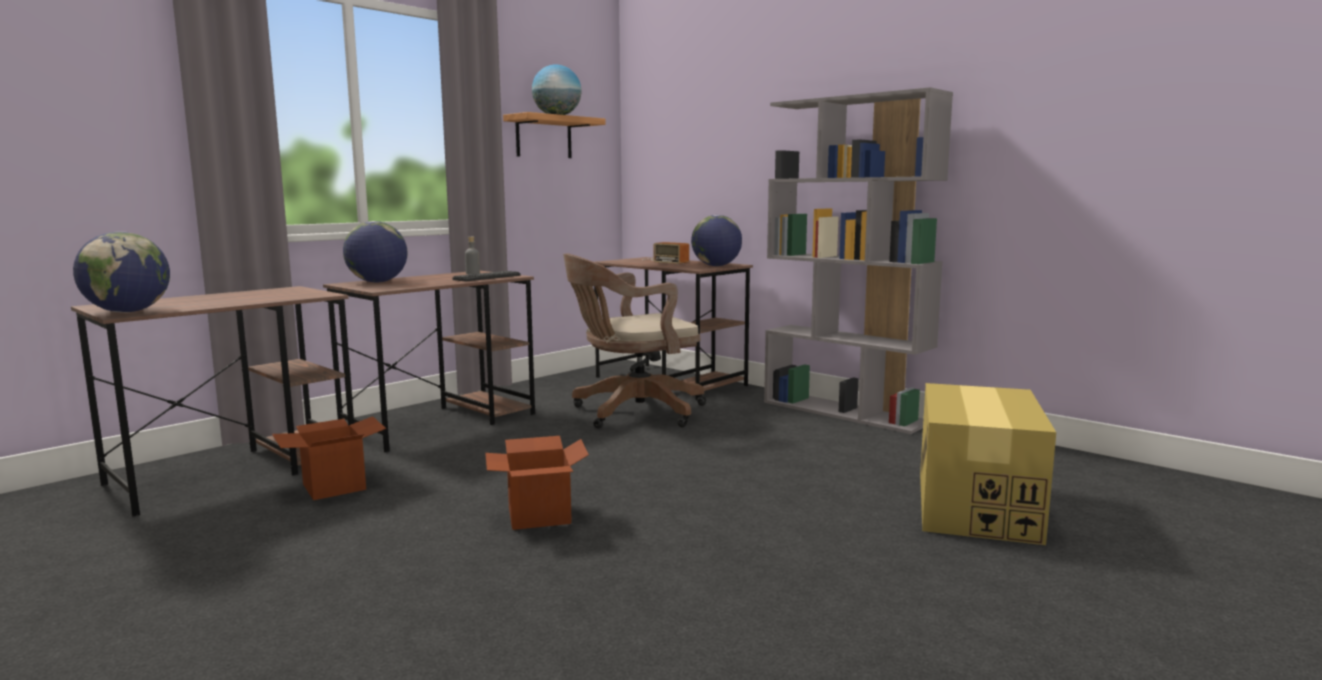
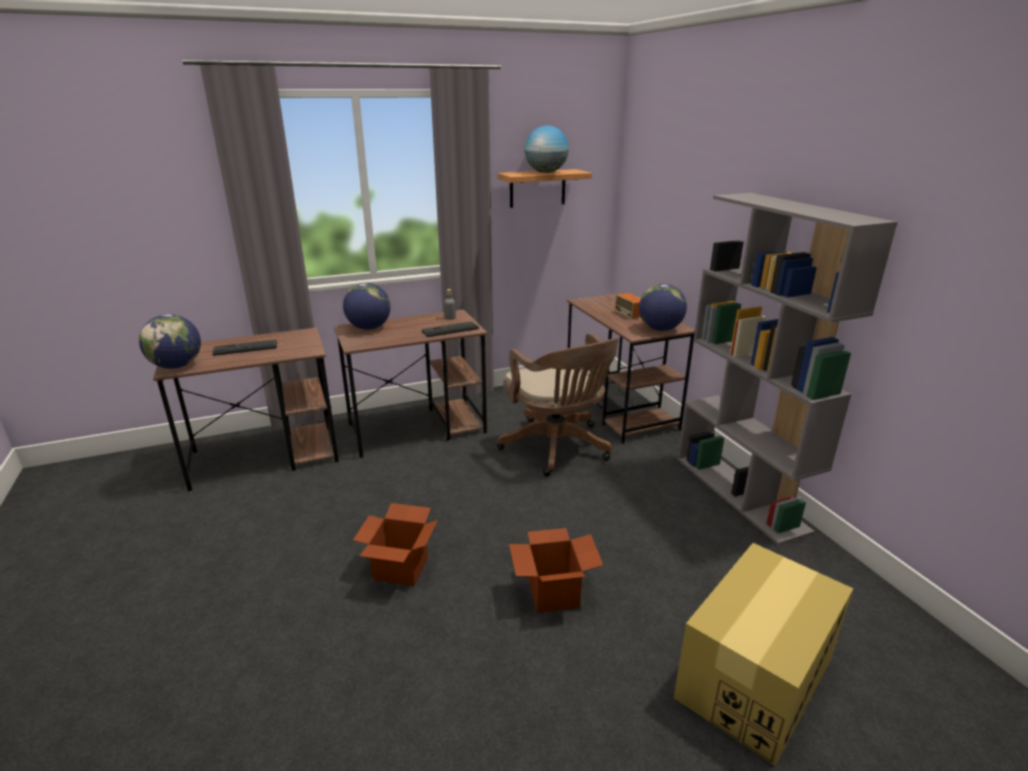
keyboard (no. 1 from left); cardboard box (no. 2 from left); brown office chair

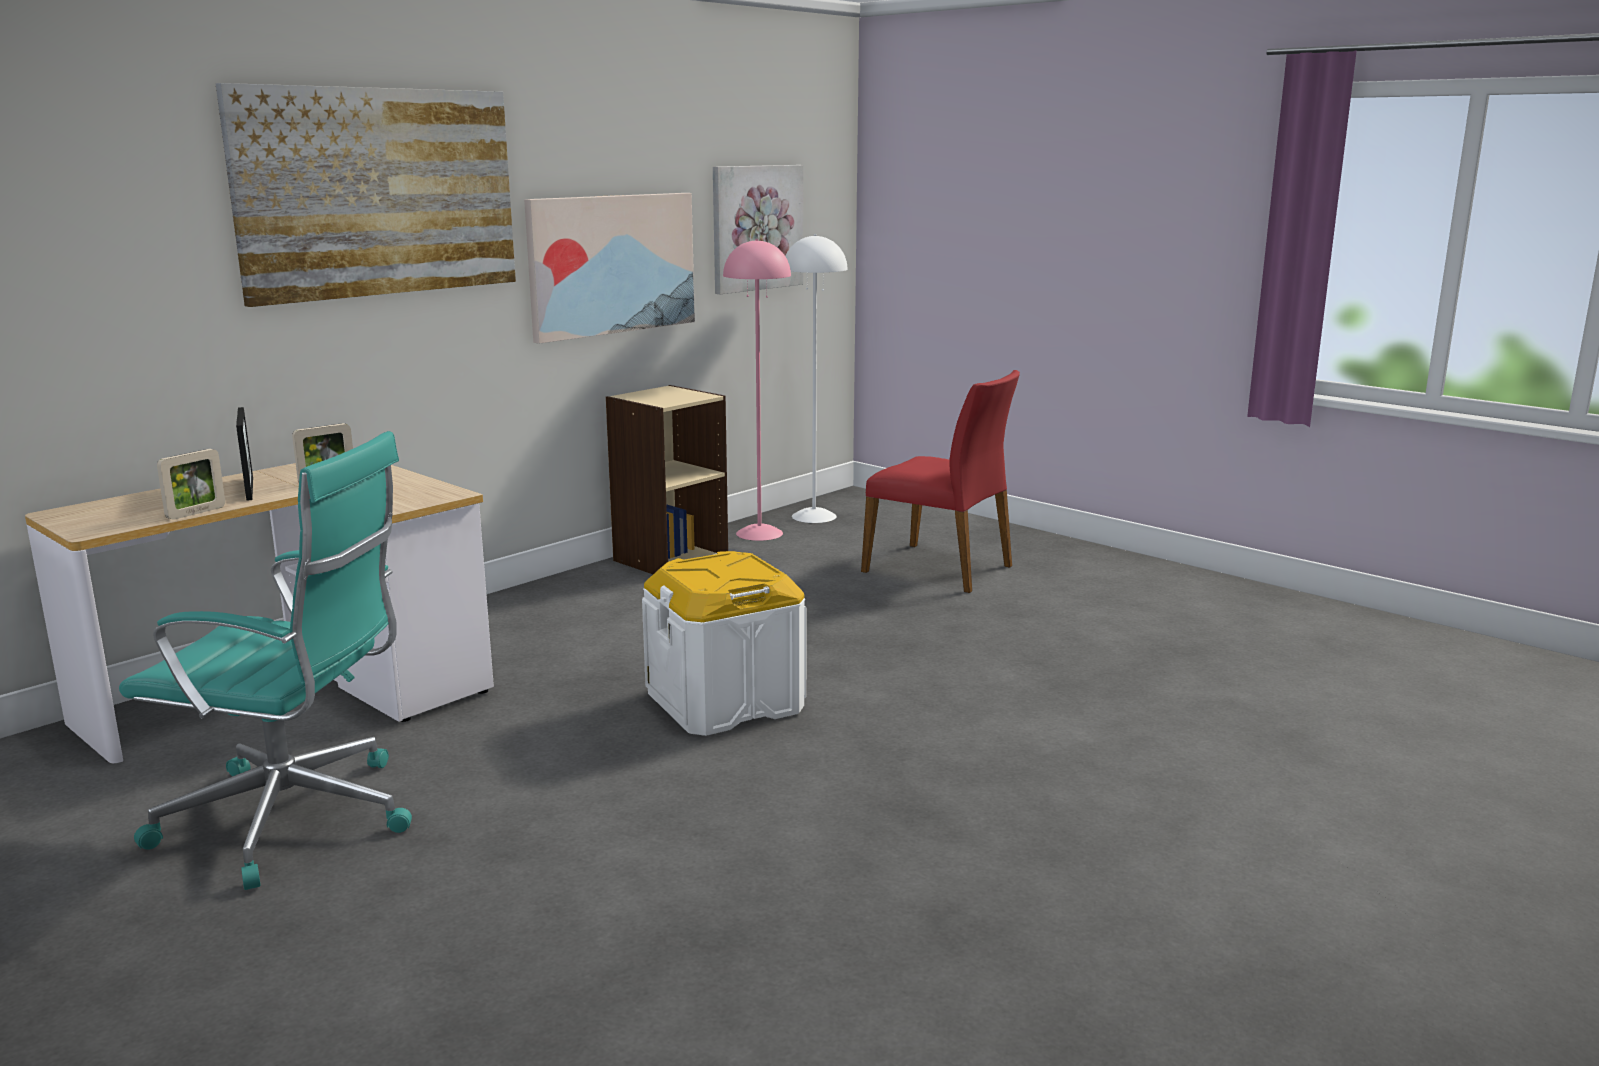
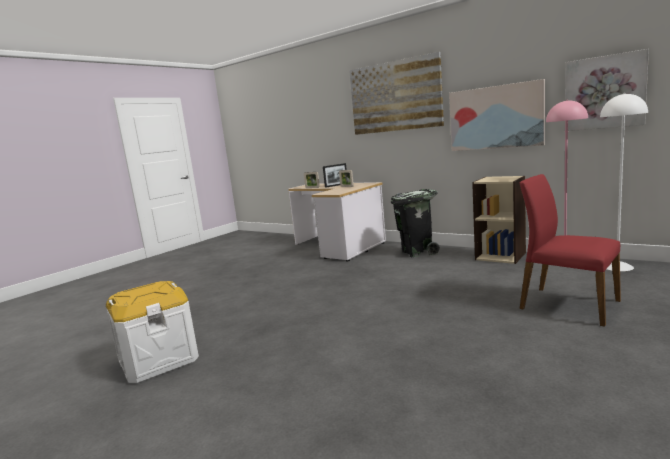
turquoise office chair; black trash can; white storage box; red chair

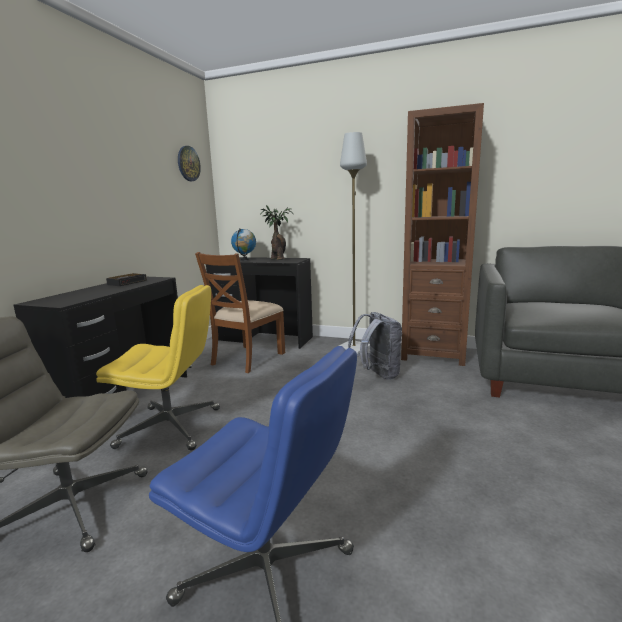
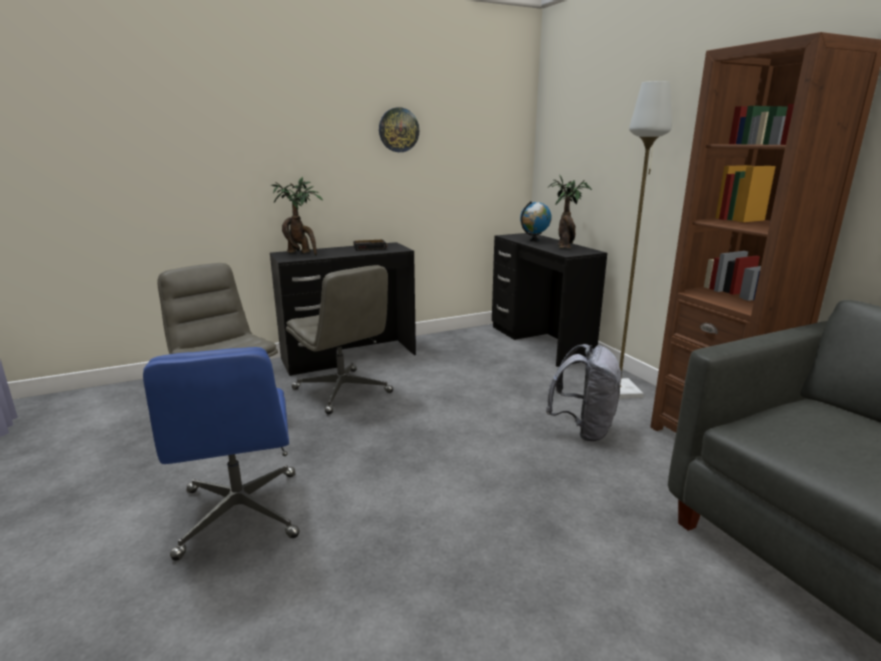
brown chair; potted plant (no. 1 from left); wall clock; grey office chair (no. 2 from left)

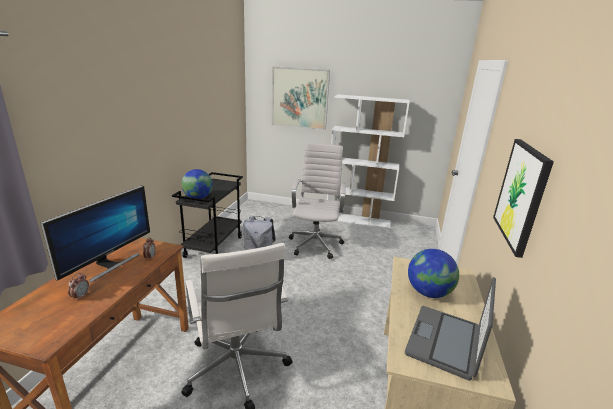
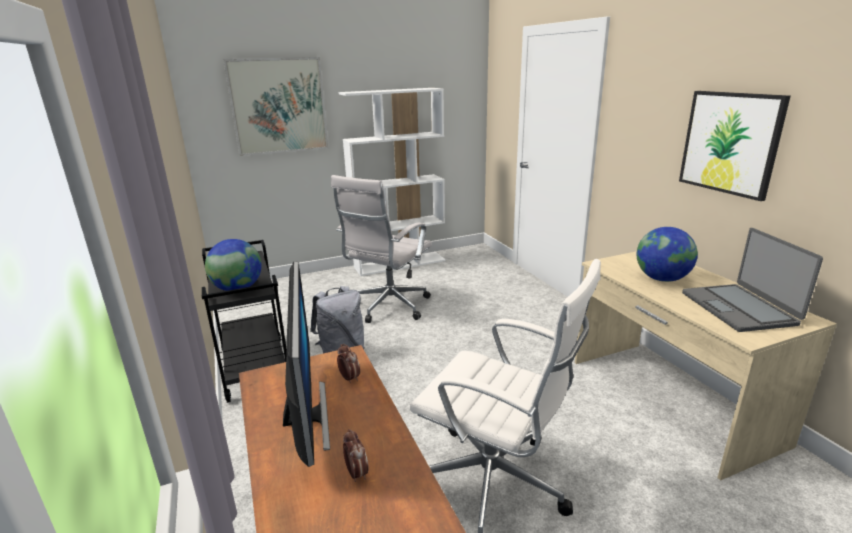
white office chair (no. 1 from left)

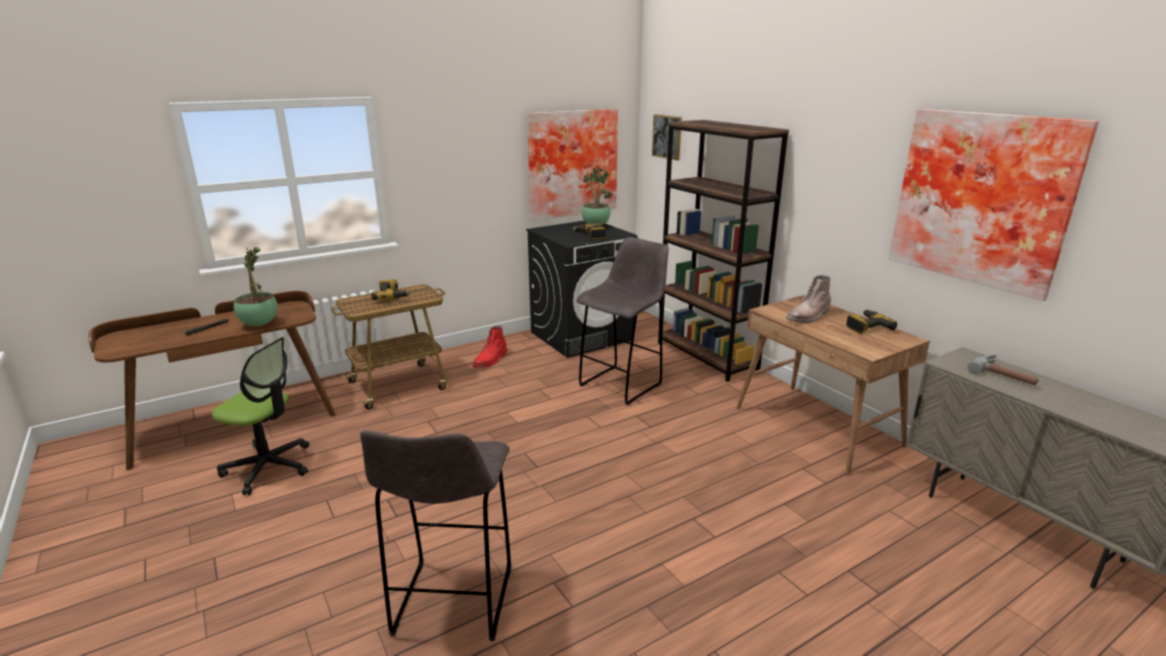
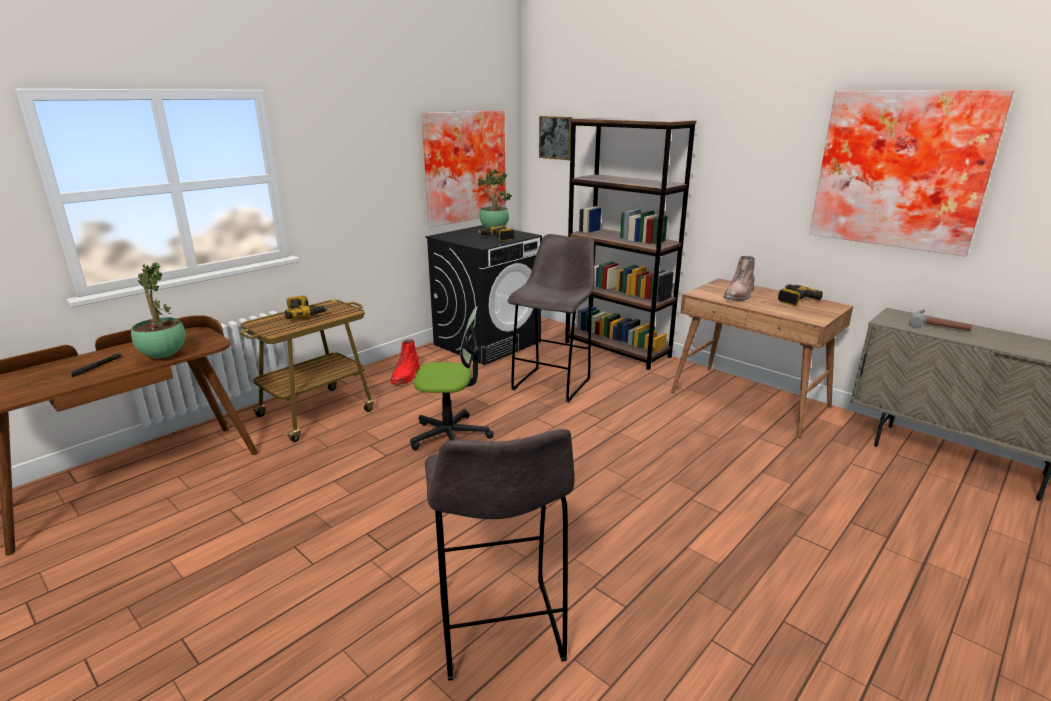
office chair

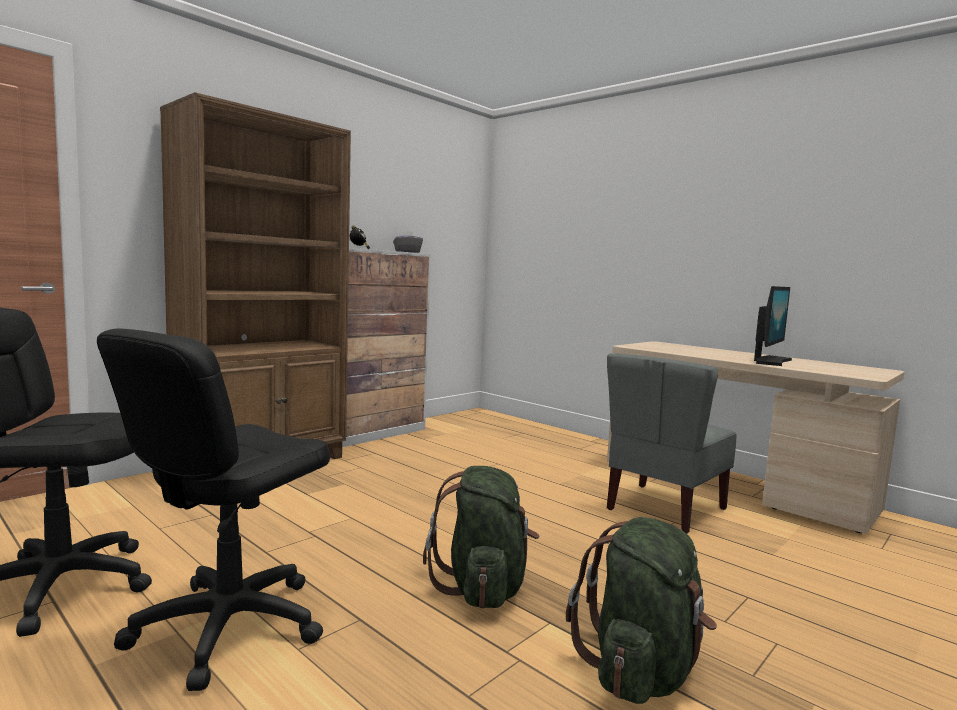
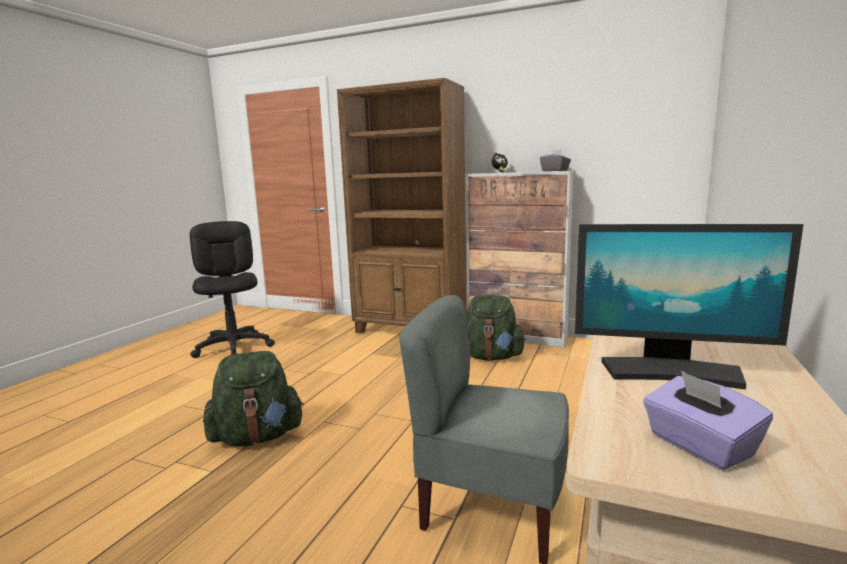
black office chair (no. 2 from left in the first image); purple tissue box; green backpack (no. 2 from left)

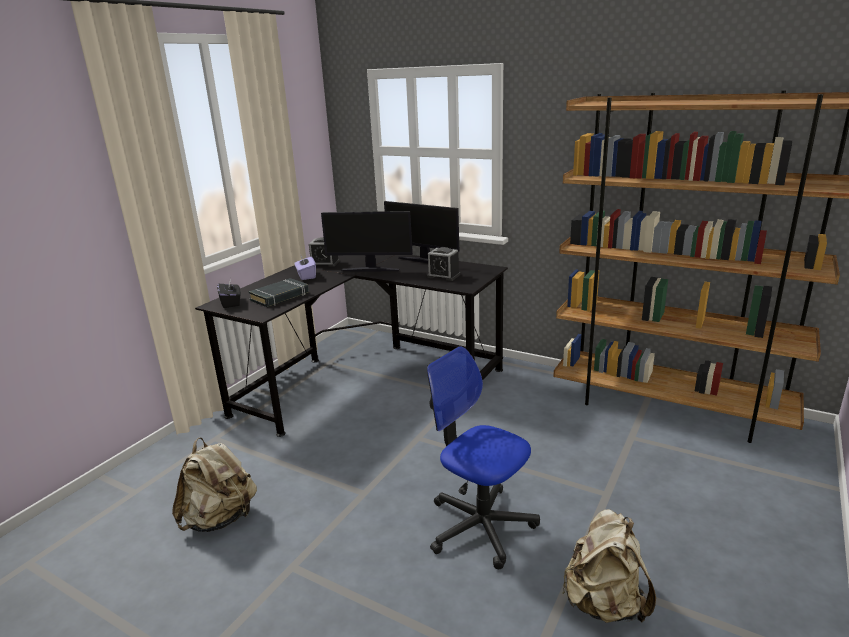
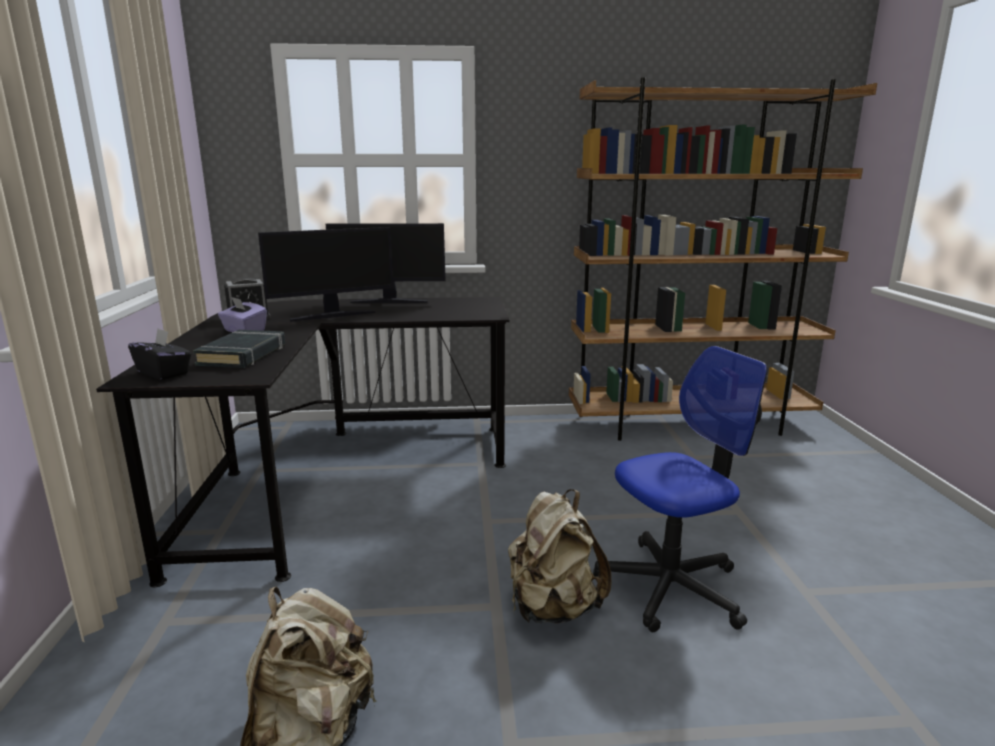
alarm clock (no. 2 from left in the first image); beige backpack (no. 2 from left); office chair

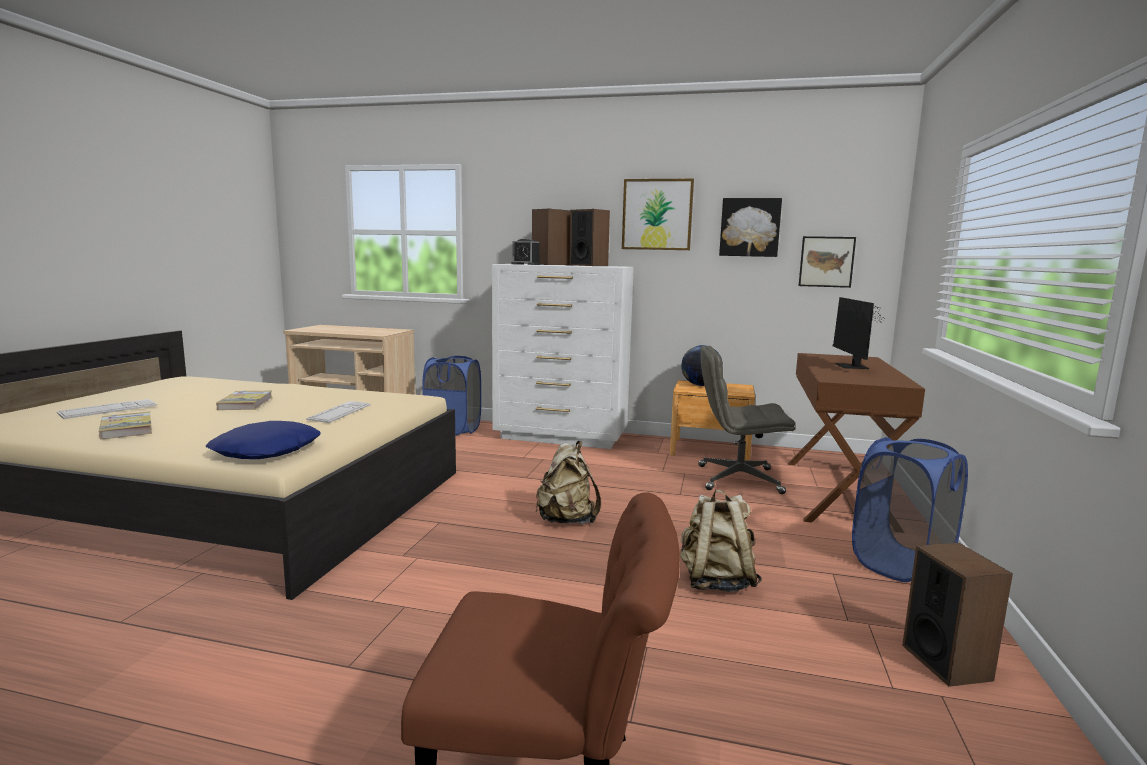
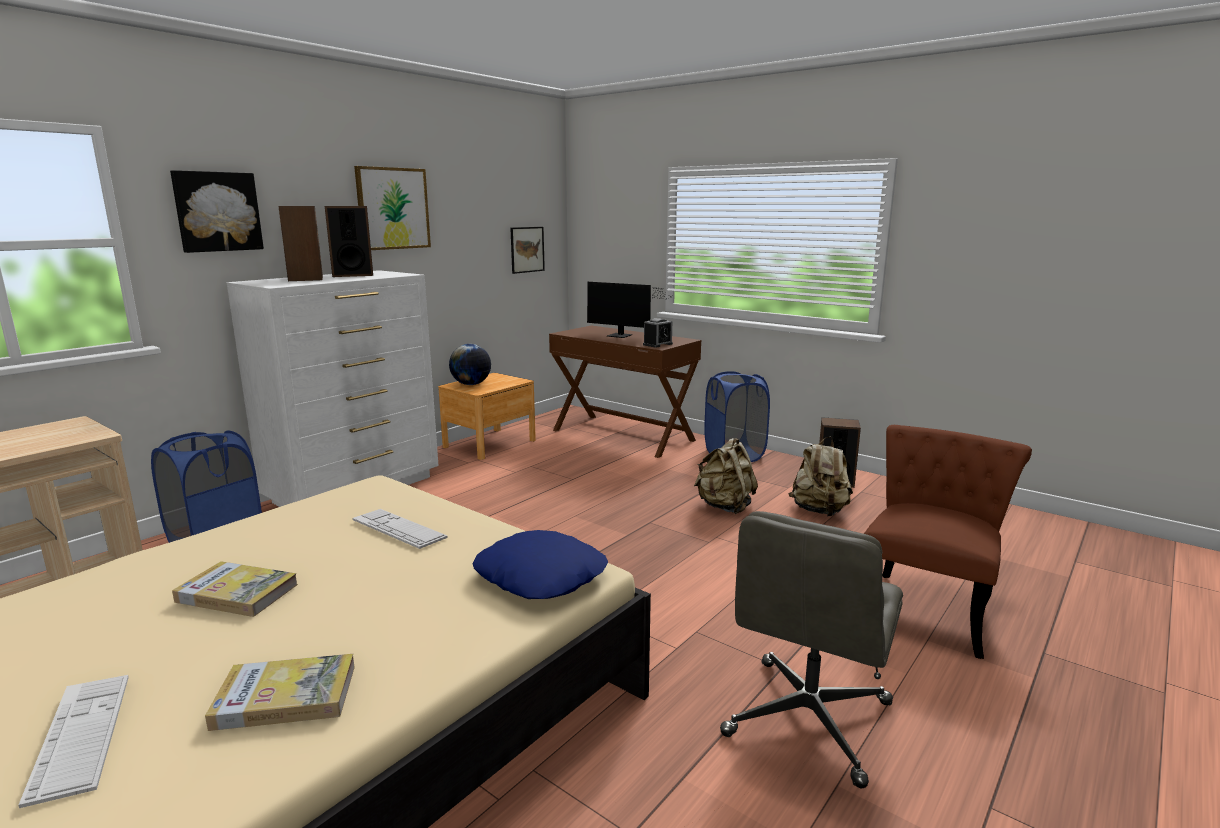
alarm clock; beige backpack (no. 2 from left); grey office chair; picture (no. 1 from left)

